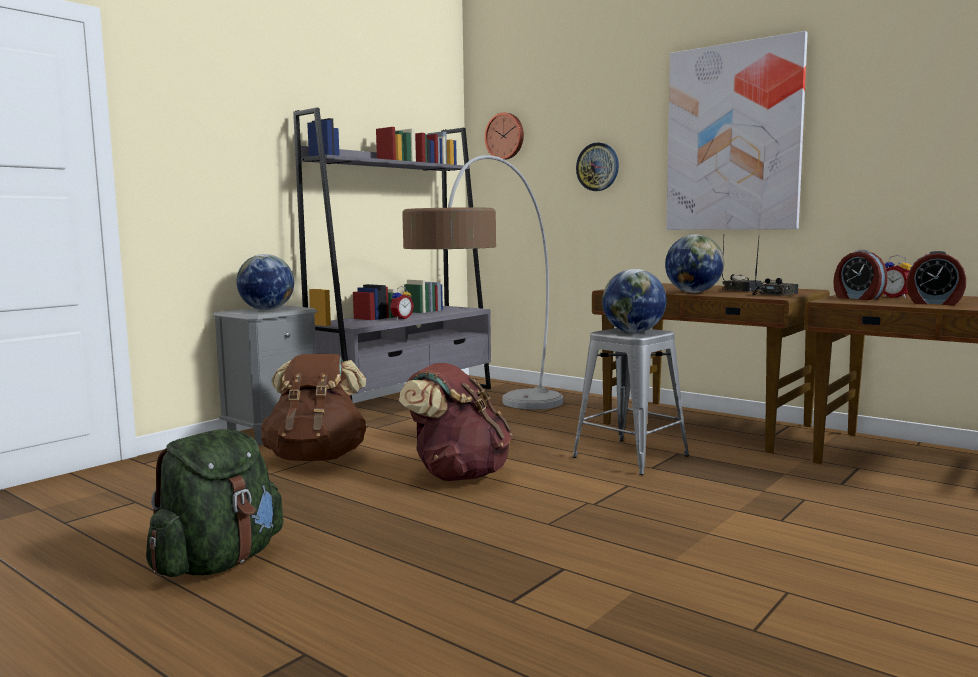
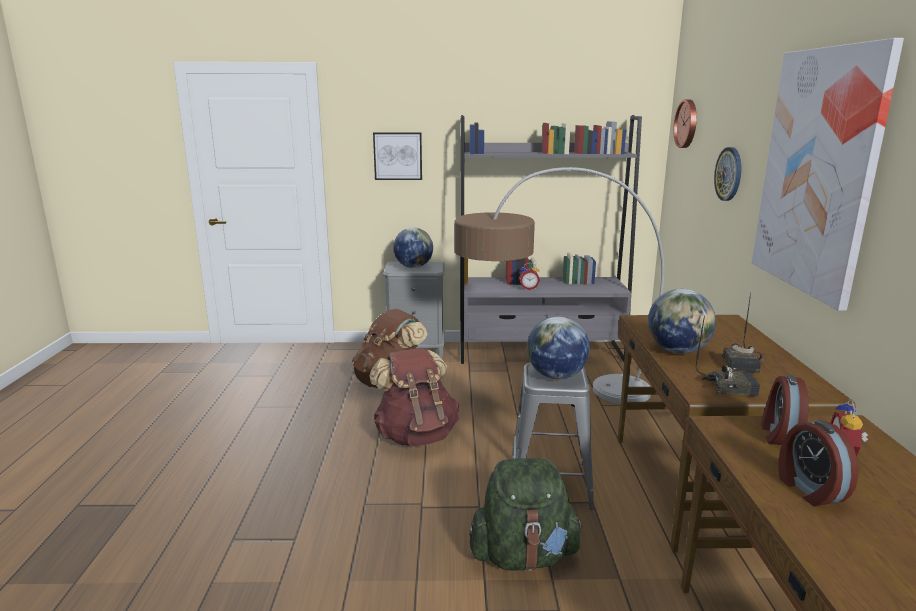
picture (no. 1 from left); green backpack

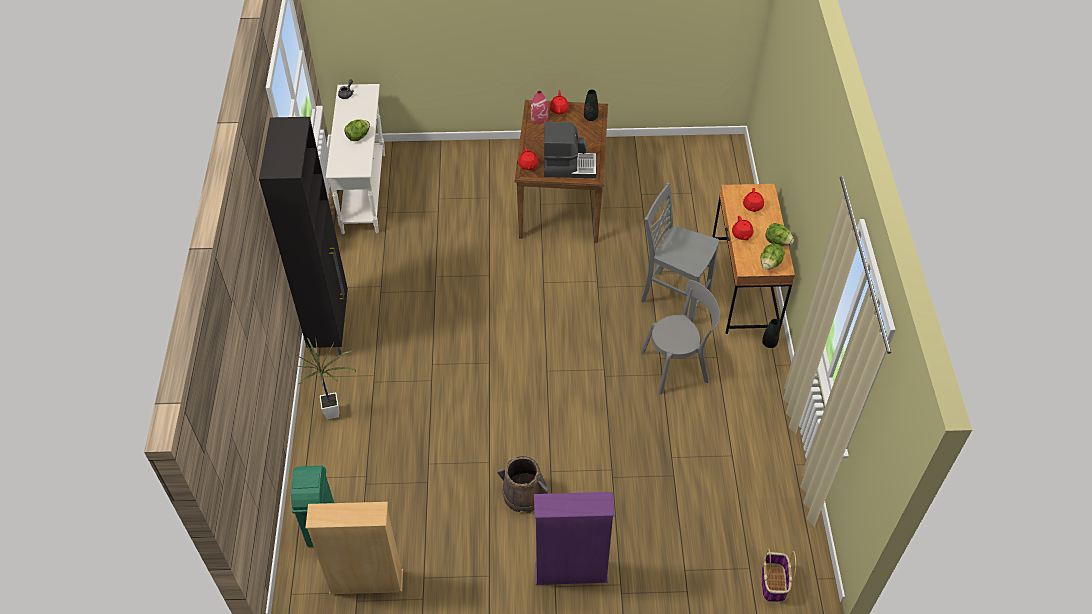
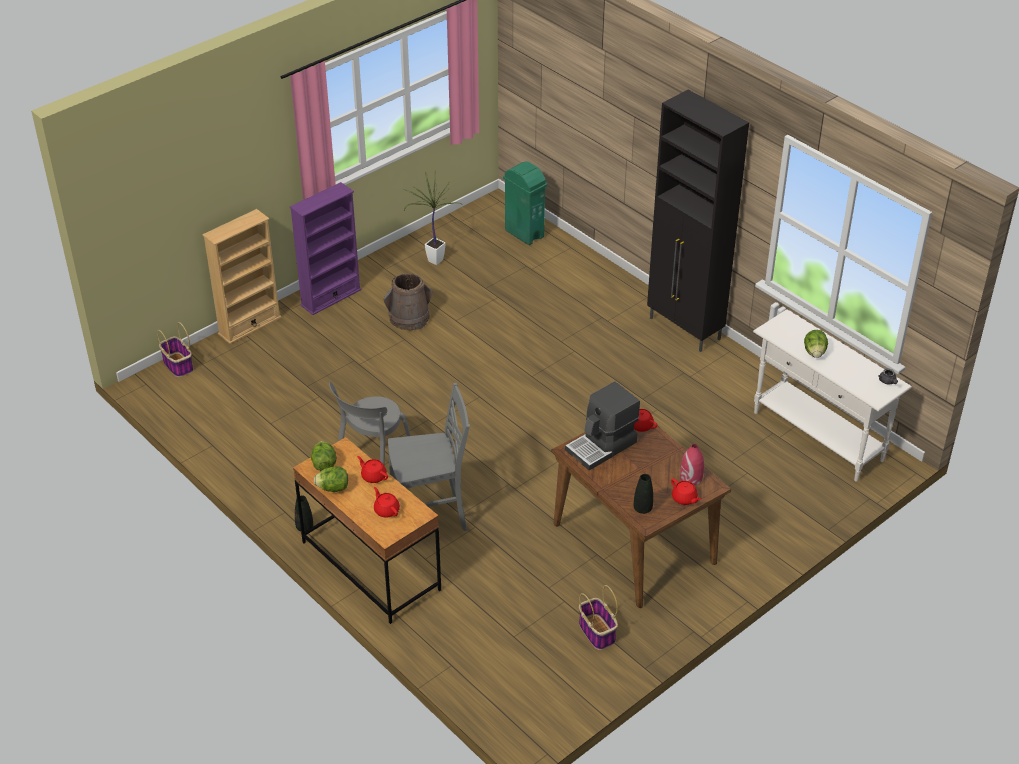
basket (no. 2 from left); potted plant; beige bookcase

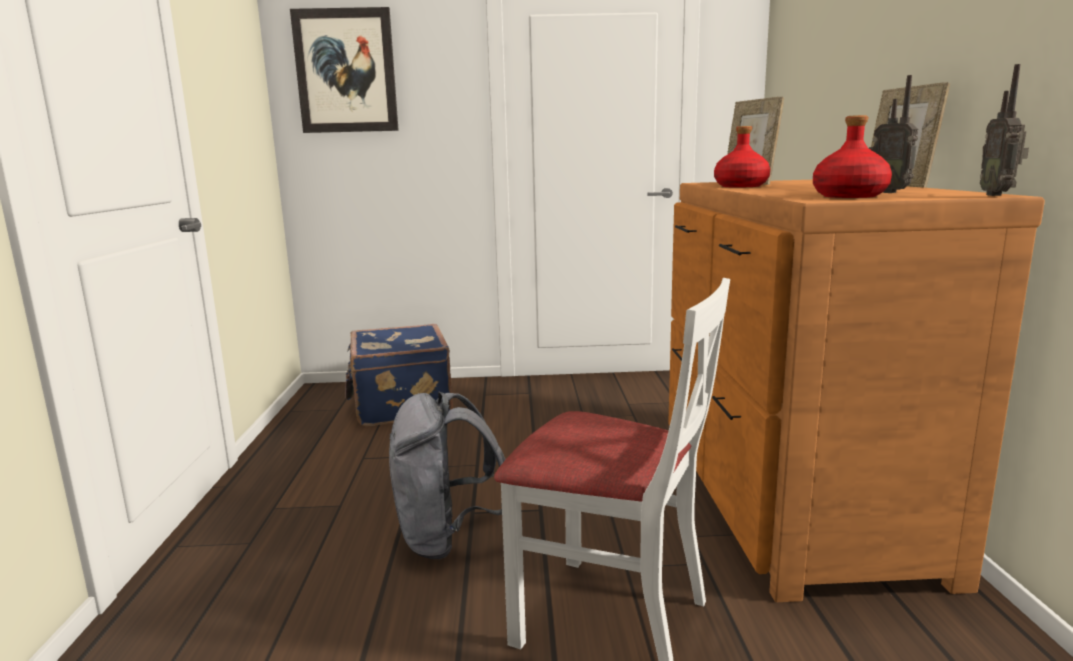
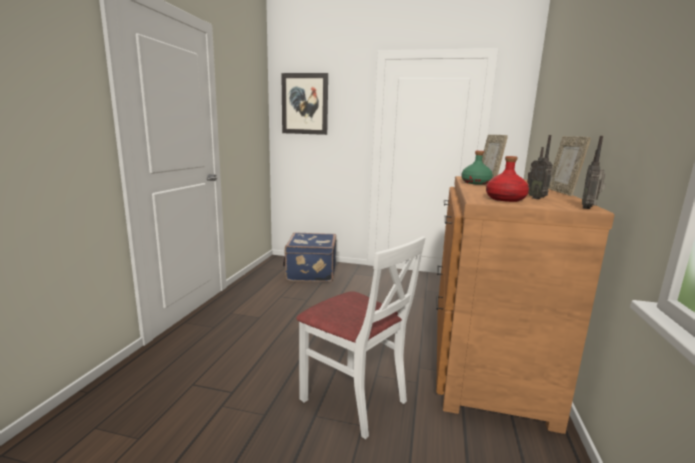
grey backpack; green bottle

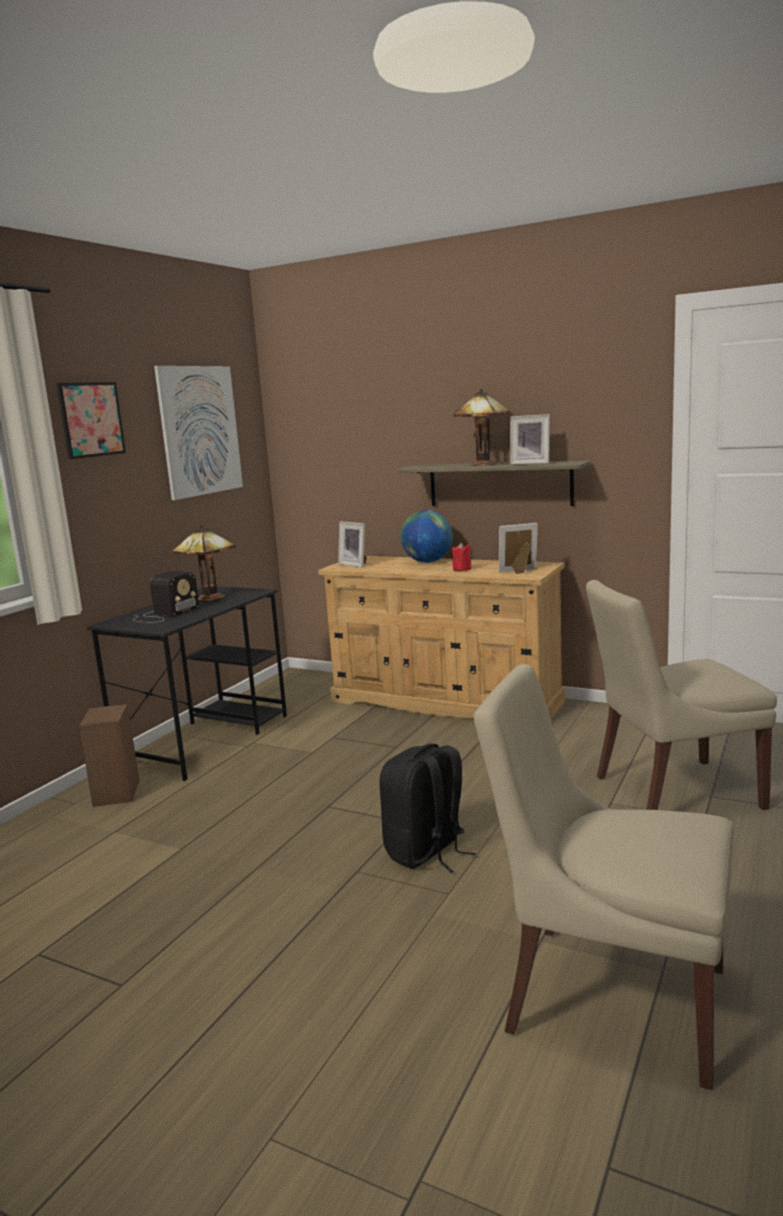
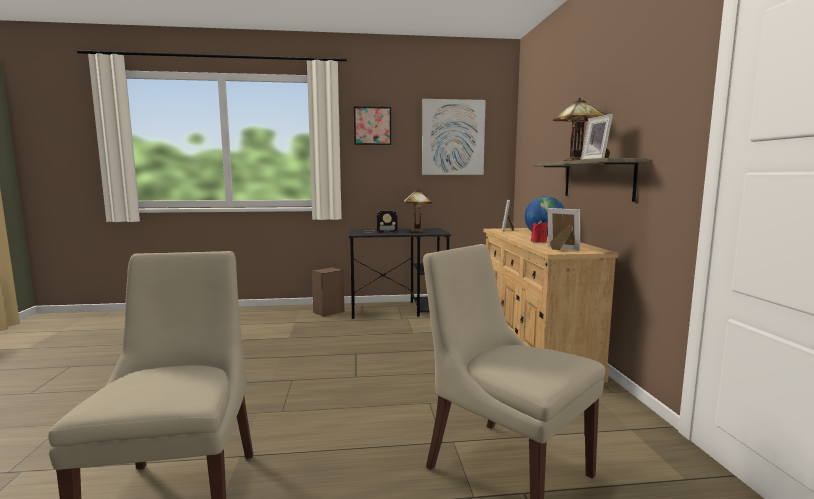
black backpack

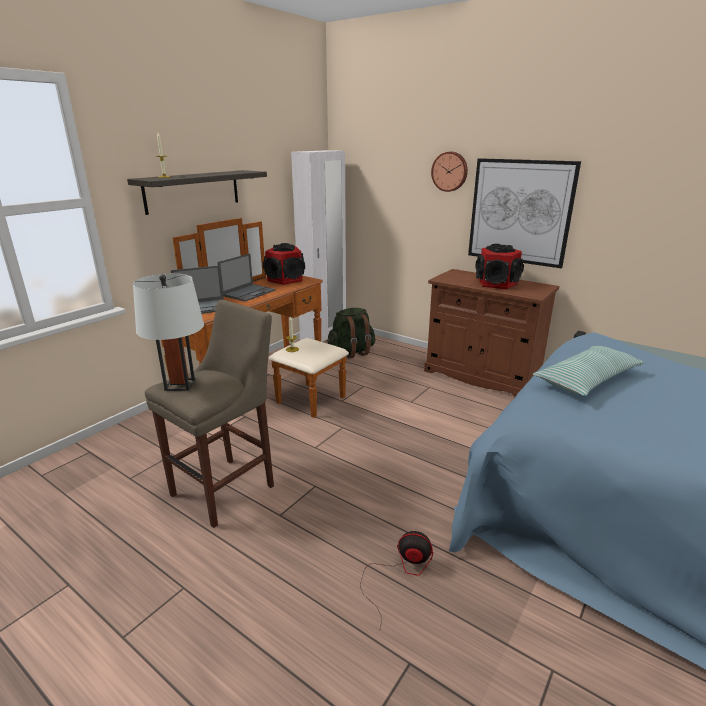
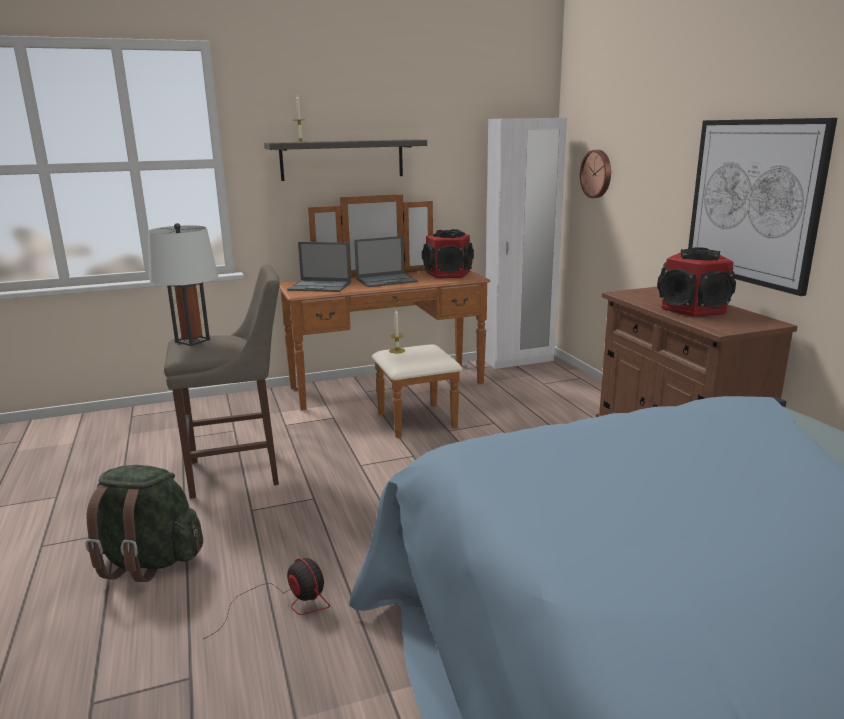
pillow; green backpack; wall clock

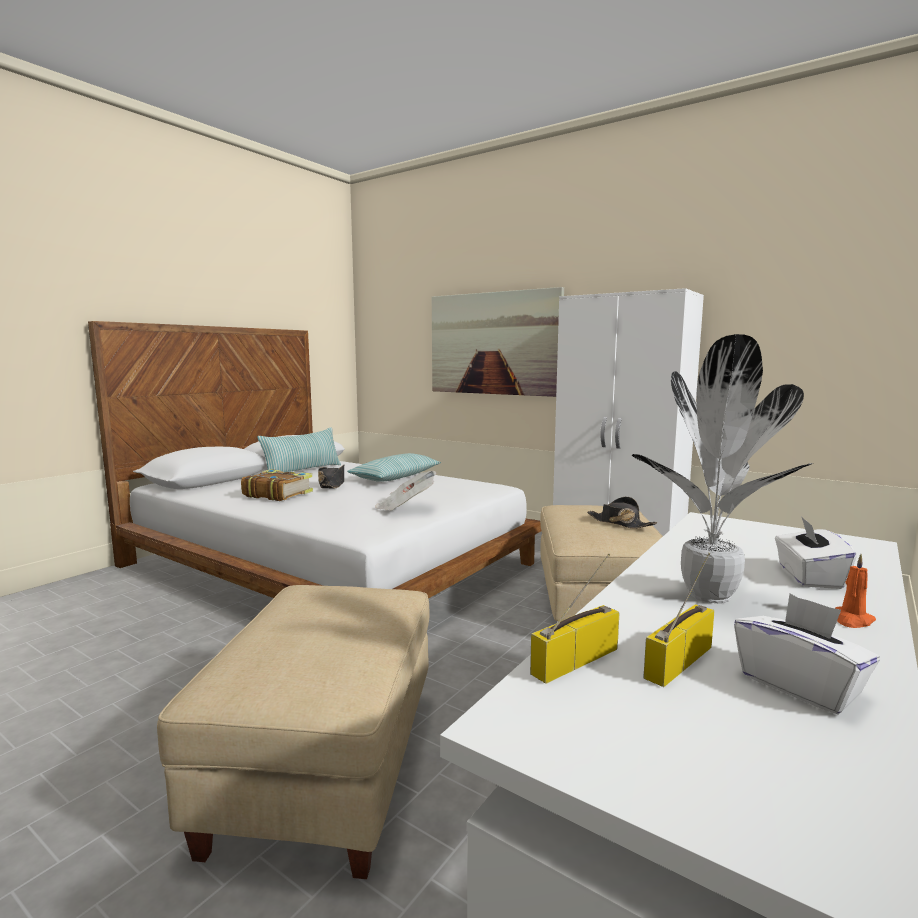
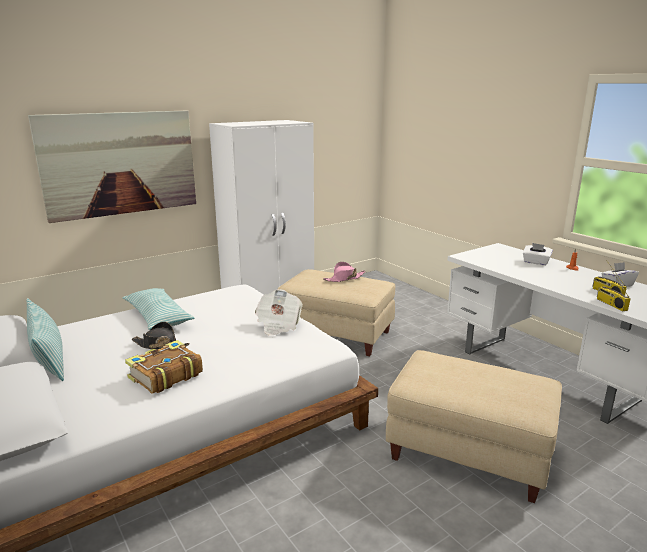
potted plant; pink hat

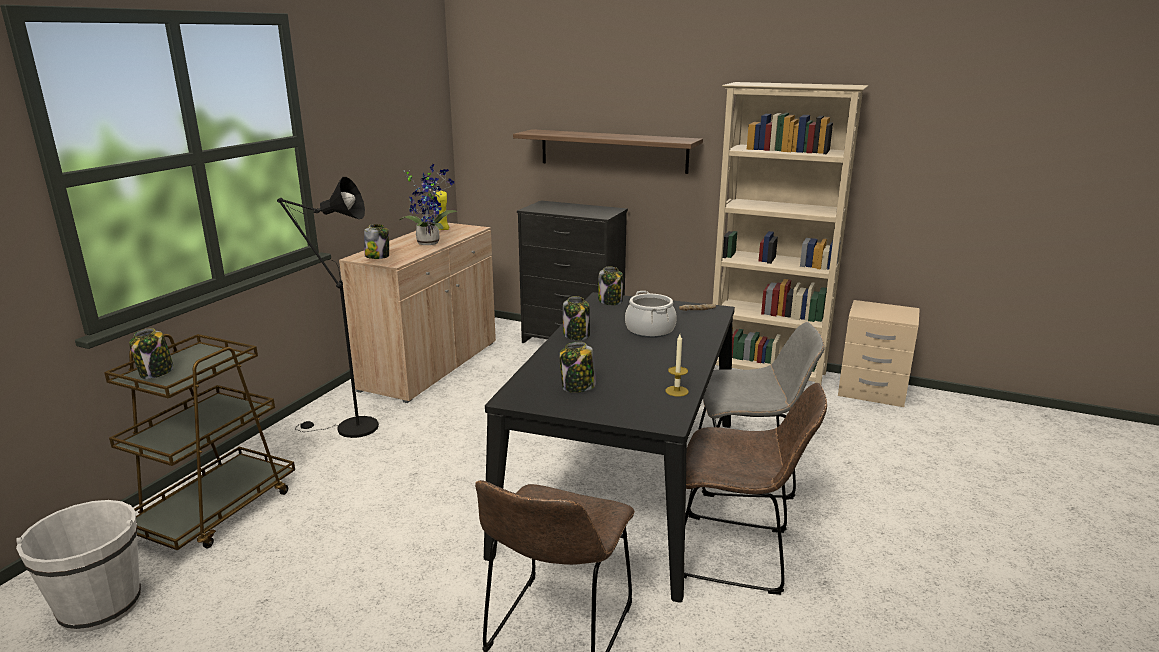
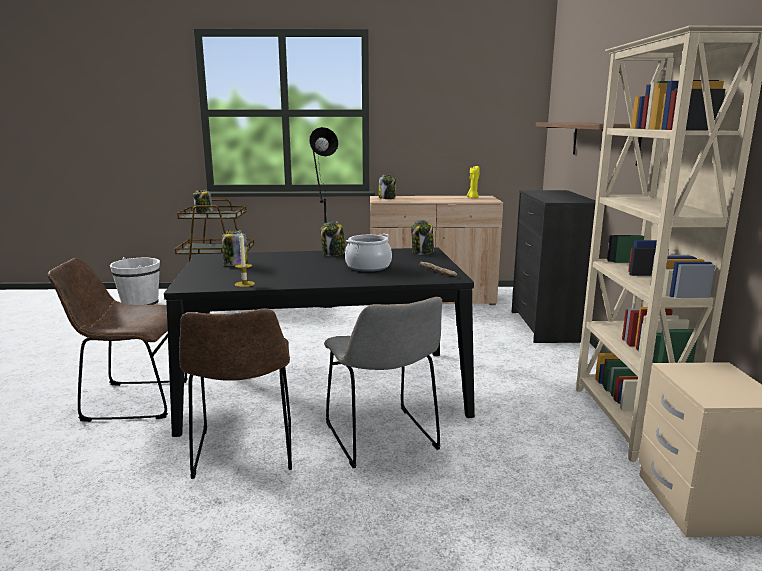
potted plant

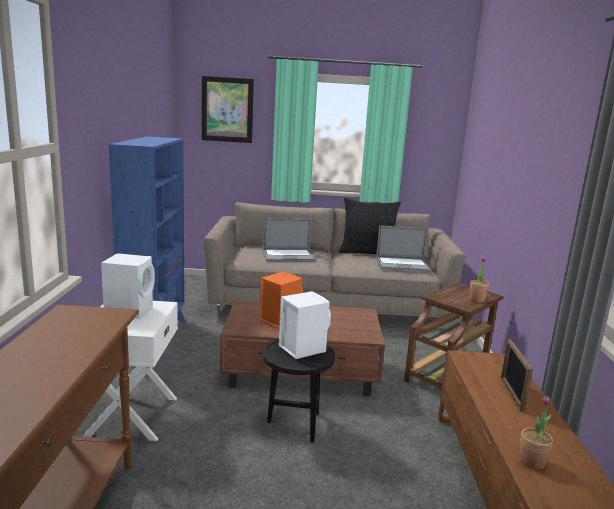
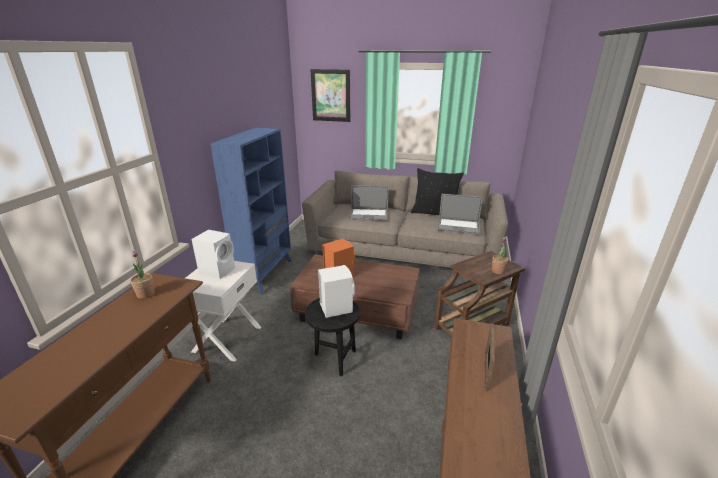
potted plant (no. 1 from left)

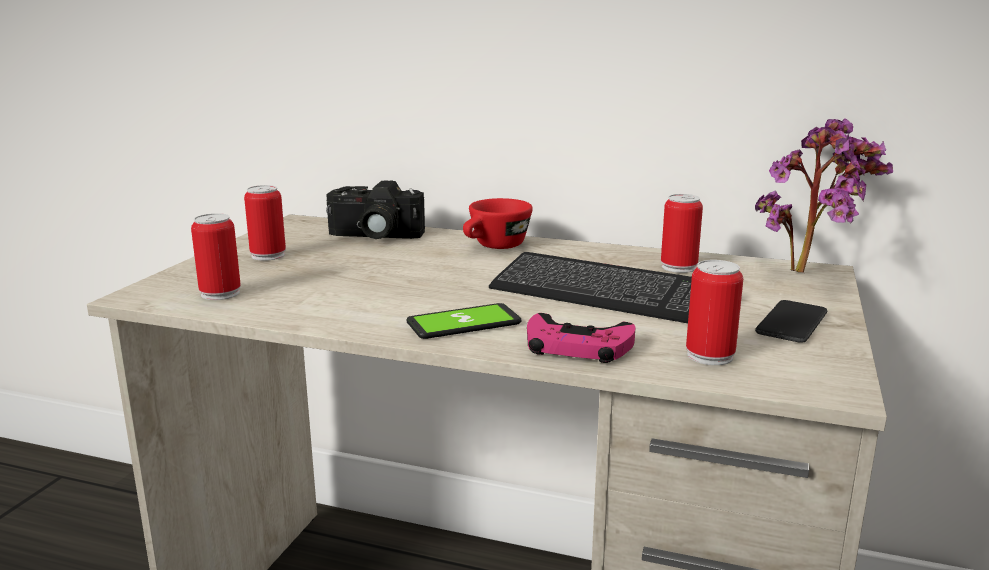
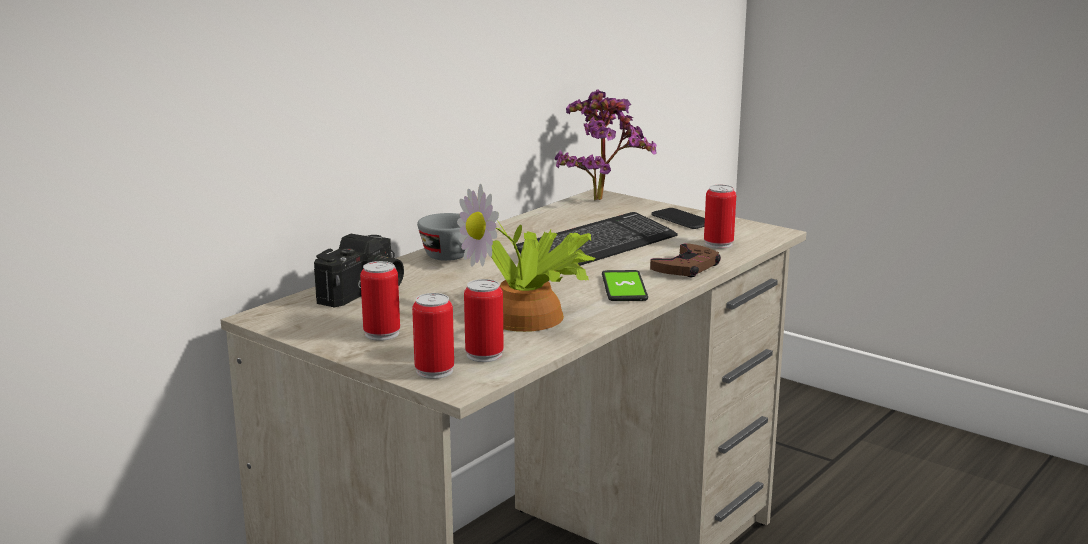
potted plant (no. 1 from left); can (no. 2 from left); grey cup; brown game controller

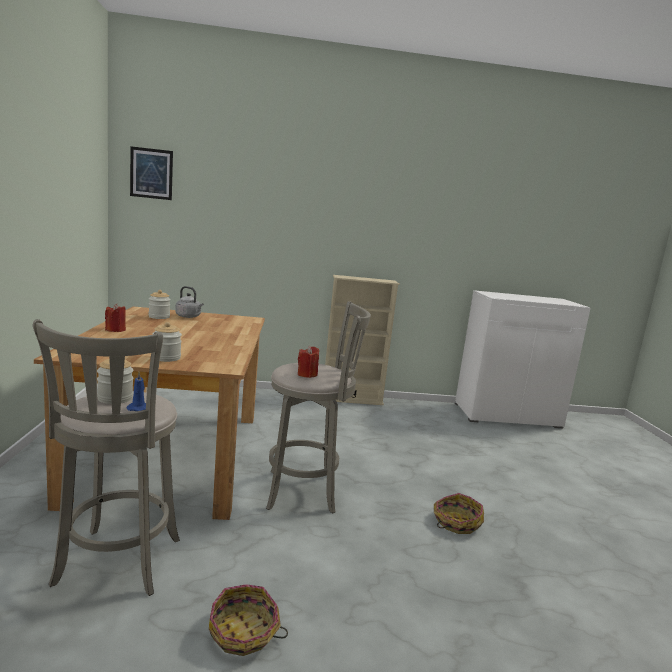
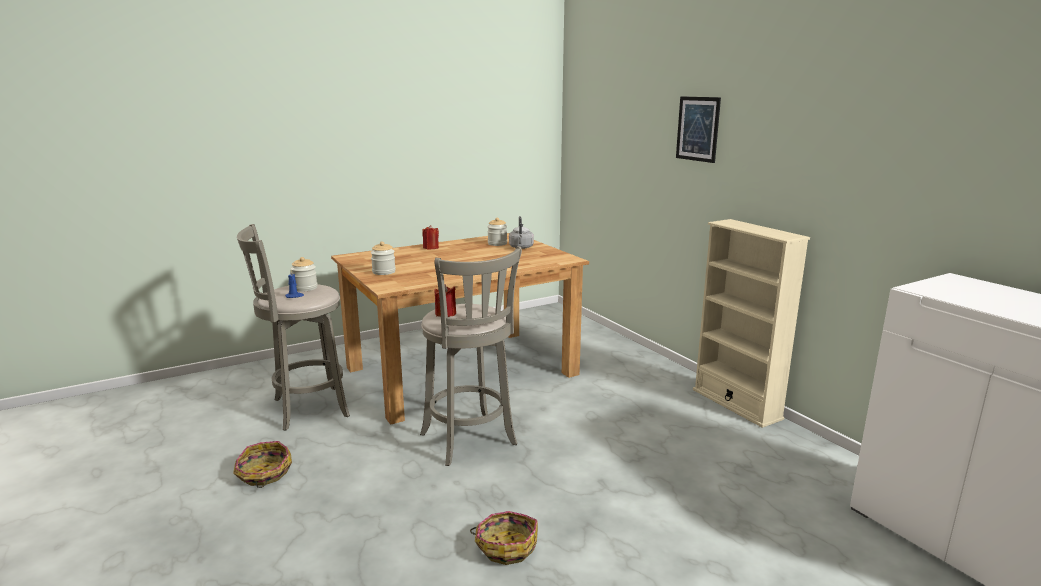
picture

